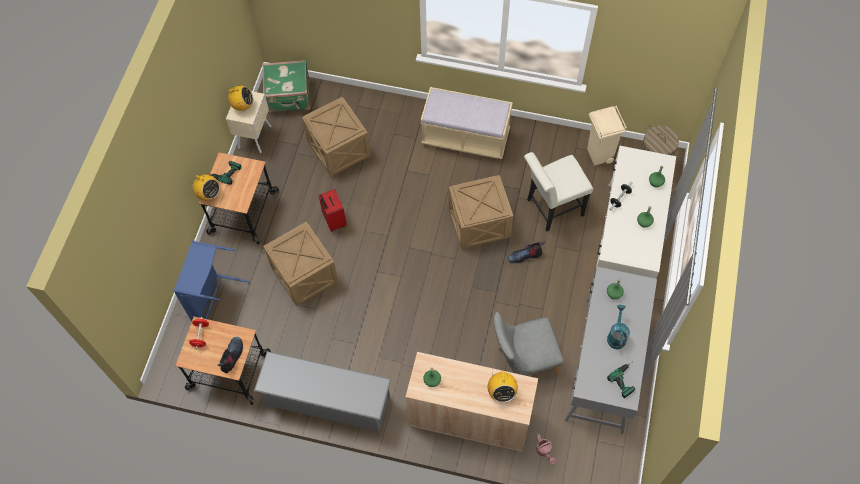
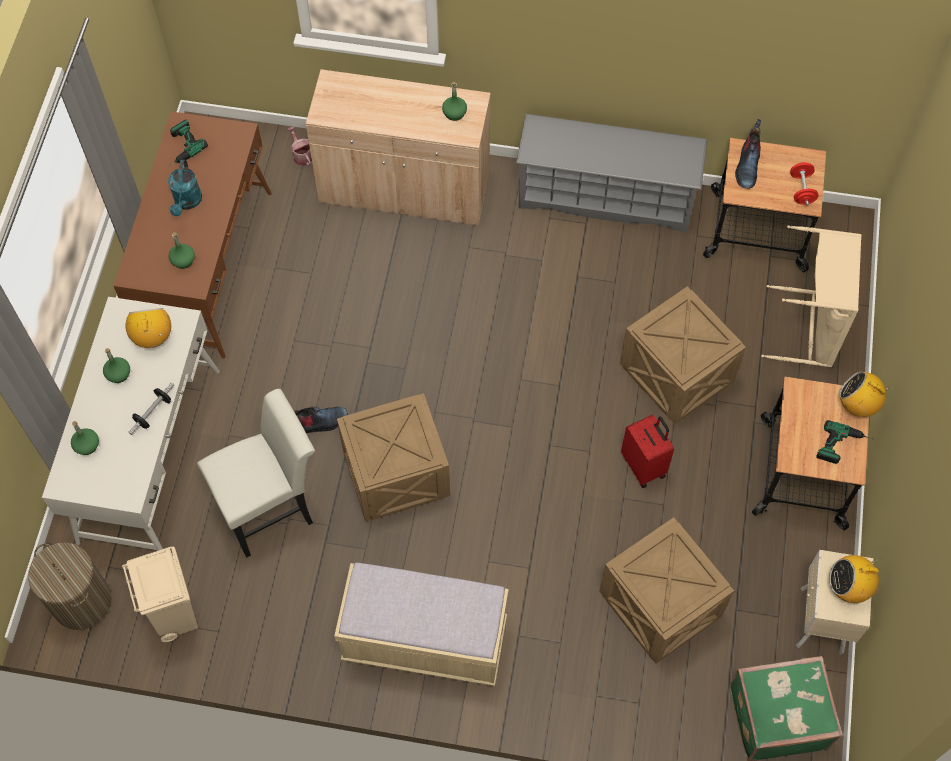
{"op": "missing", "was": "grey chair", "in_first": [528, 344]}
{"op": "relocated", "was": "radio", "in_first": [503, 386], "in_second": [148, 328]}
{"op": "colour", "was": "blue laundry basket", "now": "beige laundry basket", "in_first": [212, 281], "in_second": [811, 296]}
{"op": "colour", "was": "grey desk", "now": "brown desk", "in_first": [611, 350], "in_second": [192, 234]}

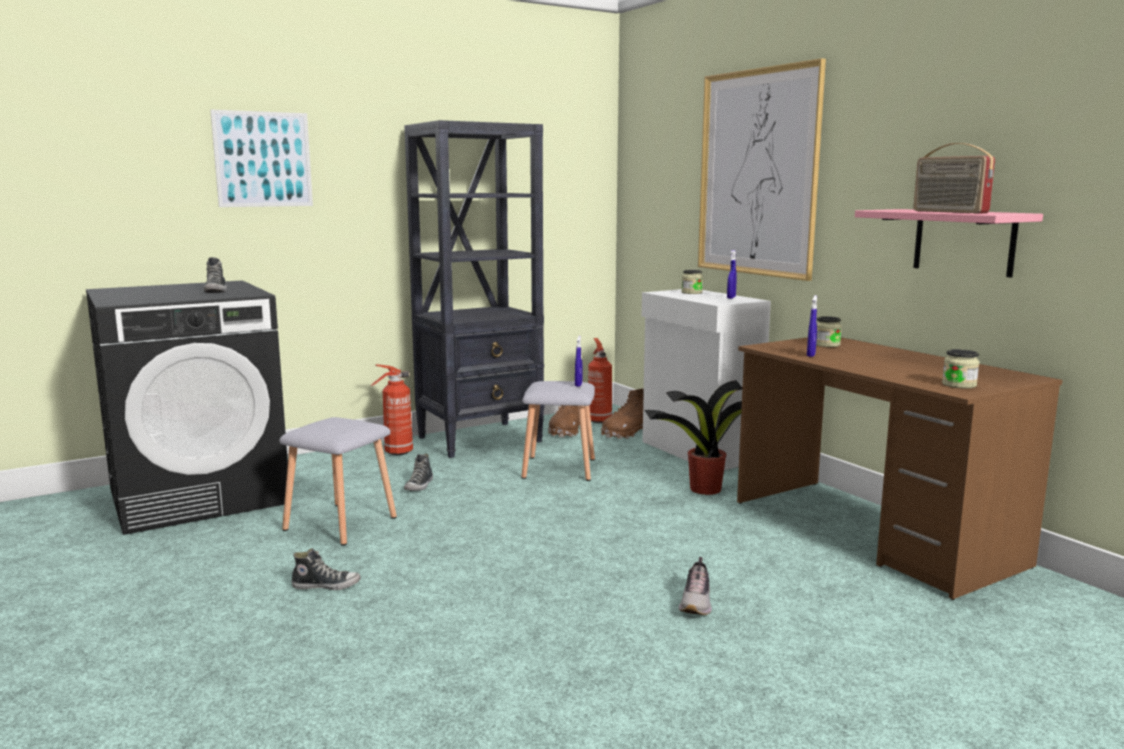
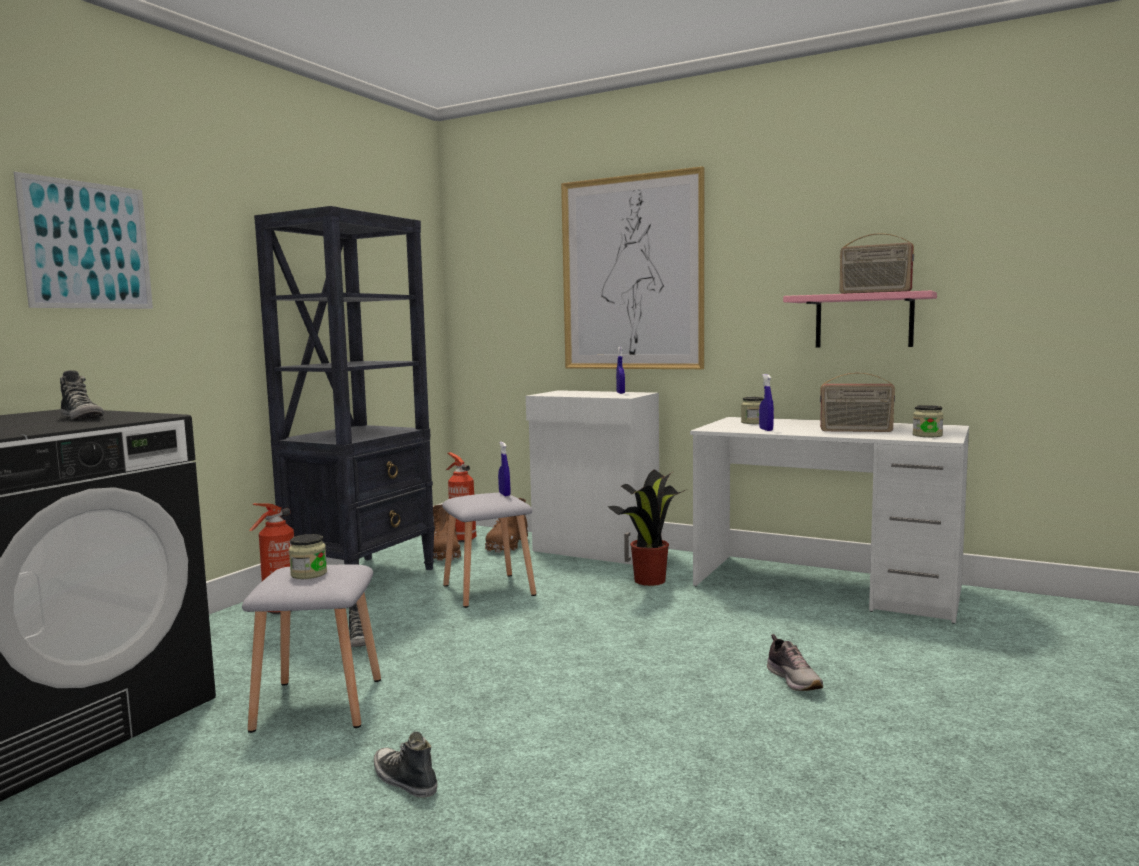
{"op": "appeared", "now": "radio", "in_second": [857, 402]}
{"op": "relocated", "was": "jar", "in_first": [692, 282], "in_second": [308, 556]}
{"op": "colour", "was": "brown desk", "now": "white desk", "in_first": [900, 468], "in_second": [829, 520]}
{"op": "spun", "was": "shoe", "in_first": [326, 569], "in_second": [405, 765], "clockwise": -105}

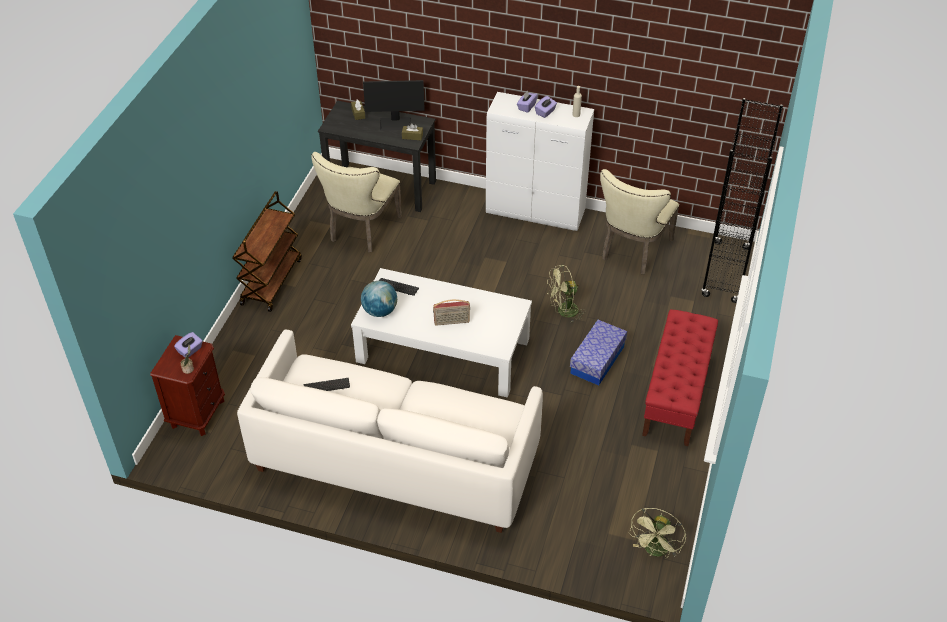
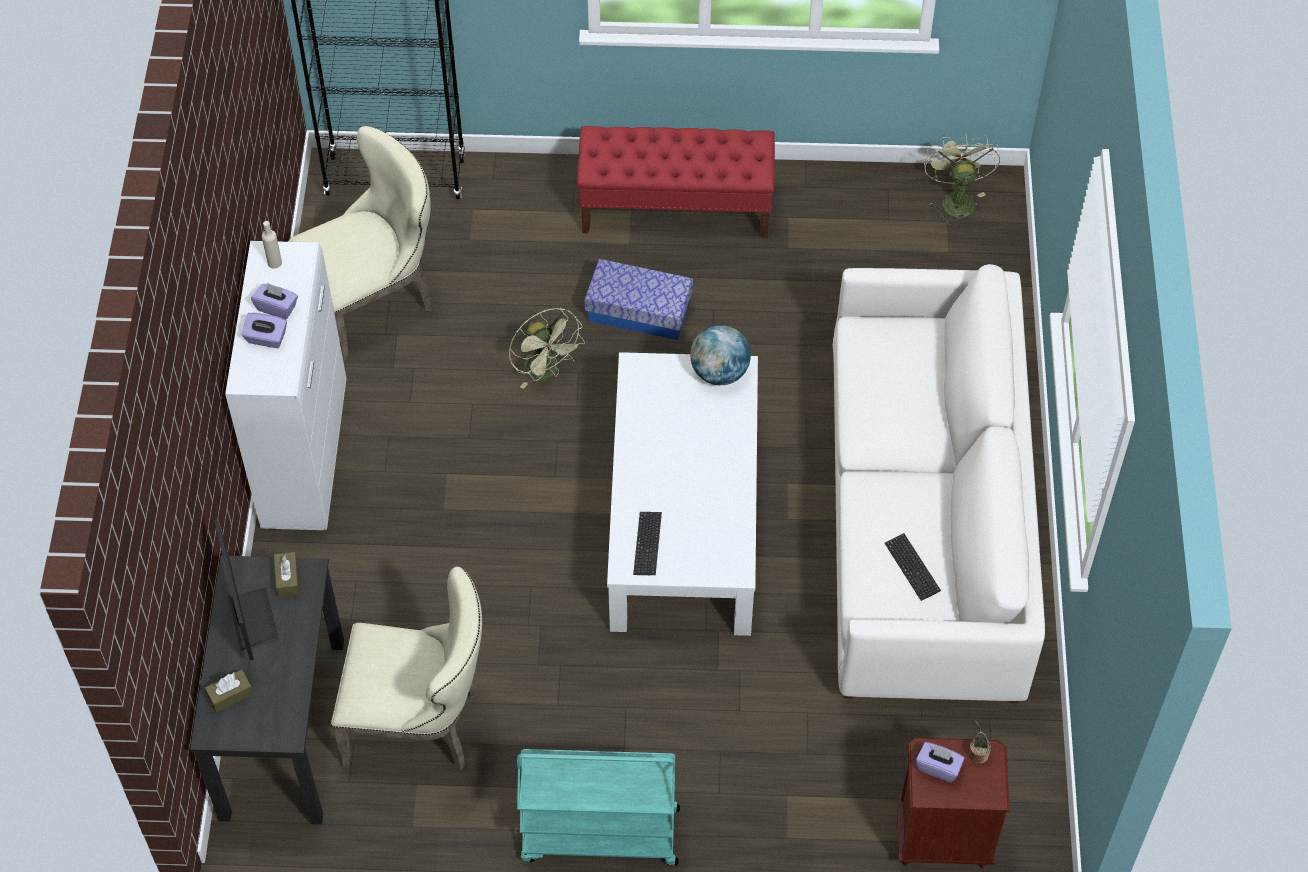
{"op": "missing", "was": "radio", "in_first": [451, 312]}
{"op": "relocated", "was": "globe", "in_first": [379, 299], "in_second": [720, 355]}
{"op": "colour", "was": "brown cart", "now": "turquoise cart", "in_first": [267, 251], "in_second": [598, 807]}
{"op": "spun", "was": "beige chair", "in_first": [639, 221], "in_second": [360, 243], "clockwise": -45}
{"op": "spun", "was": "green fan", "in_first": [657, 533], "in_second": [962, 180], "clockwise": -105}

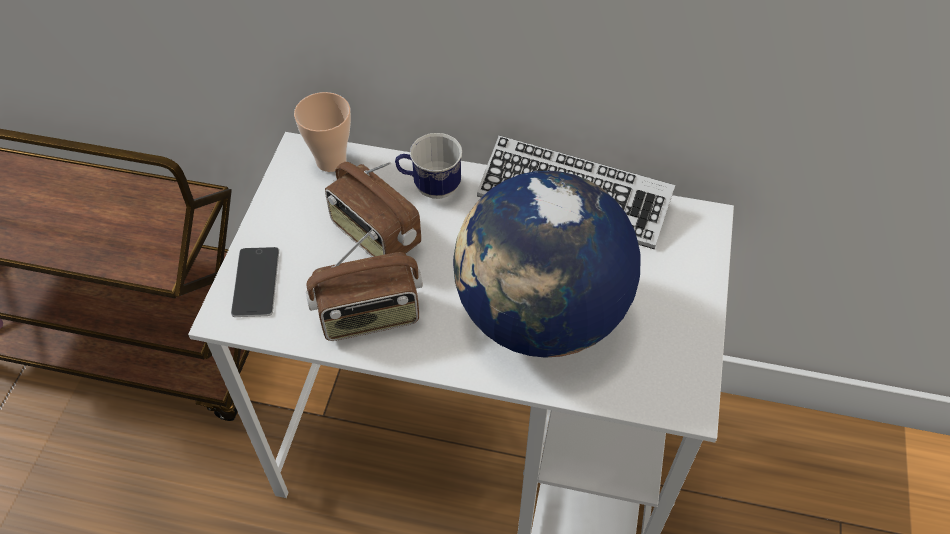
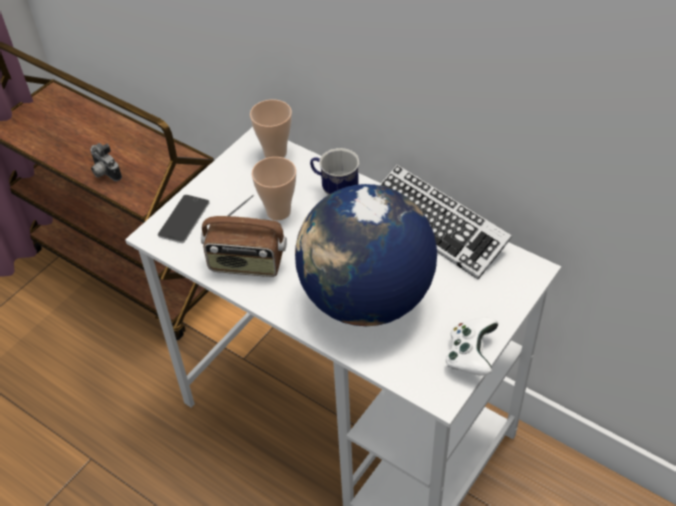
{"op": "appeared", "now": "photo camera", "in_second": [106, 162]}
{"op": "appeared", "now": "white game controller", "in_second": [472, 347]}
{"op": "exchanged", "was": "radio", "now": "cup", "in_first": [373, 209], "in_second": [273, 188]}

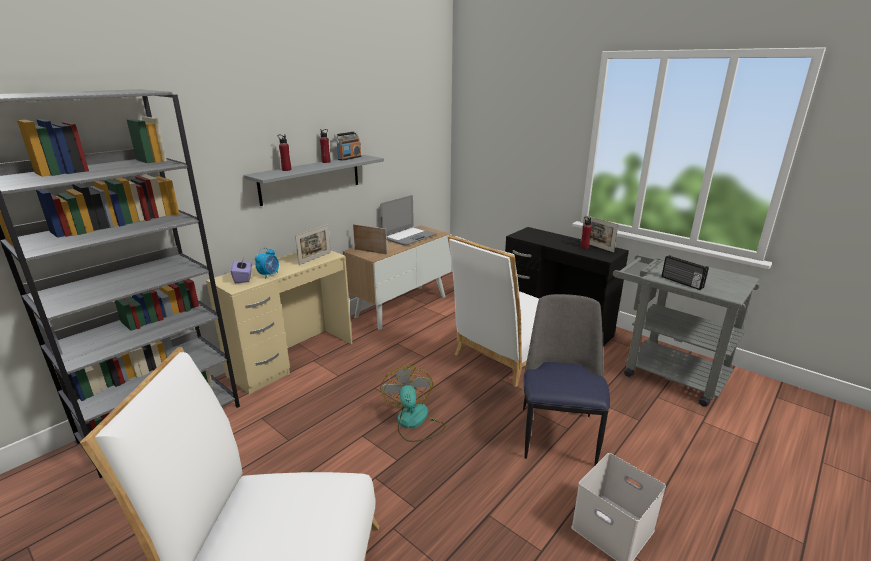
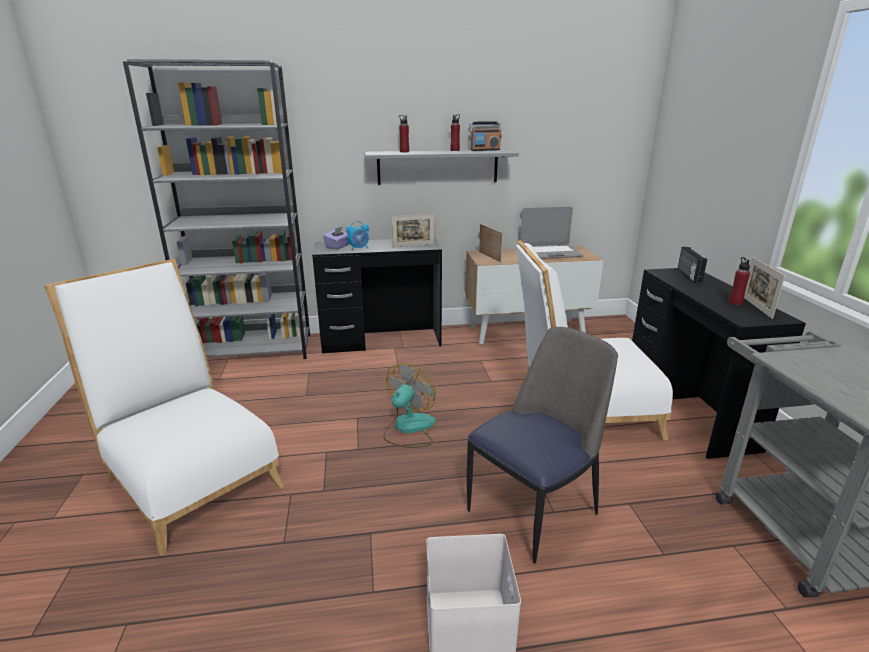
{"op": "relocated", "was": "radio", "in_first": [685, 272], "in_second": [692, 265]}
{"op": "colour", "was": "beige desk", "now": "black desk", "in_first": [279, 322], "in_second": [377, 295]}

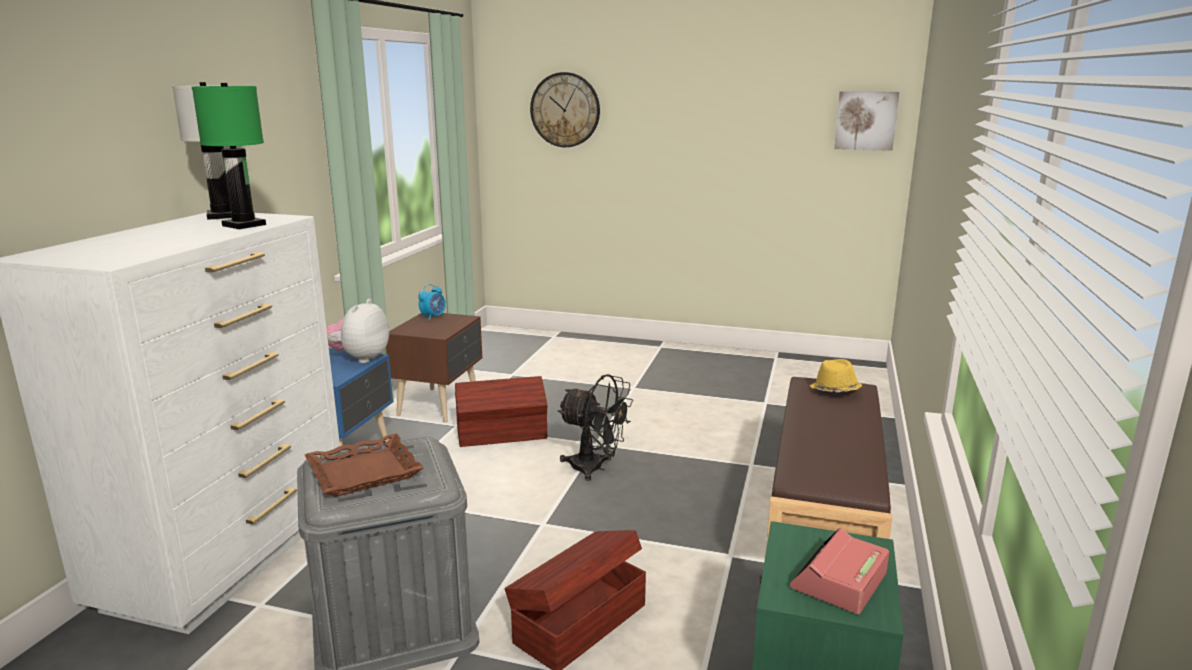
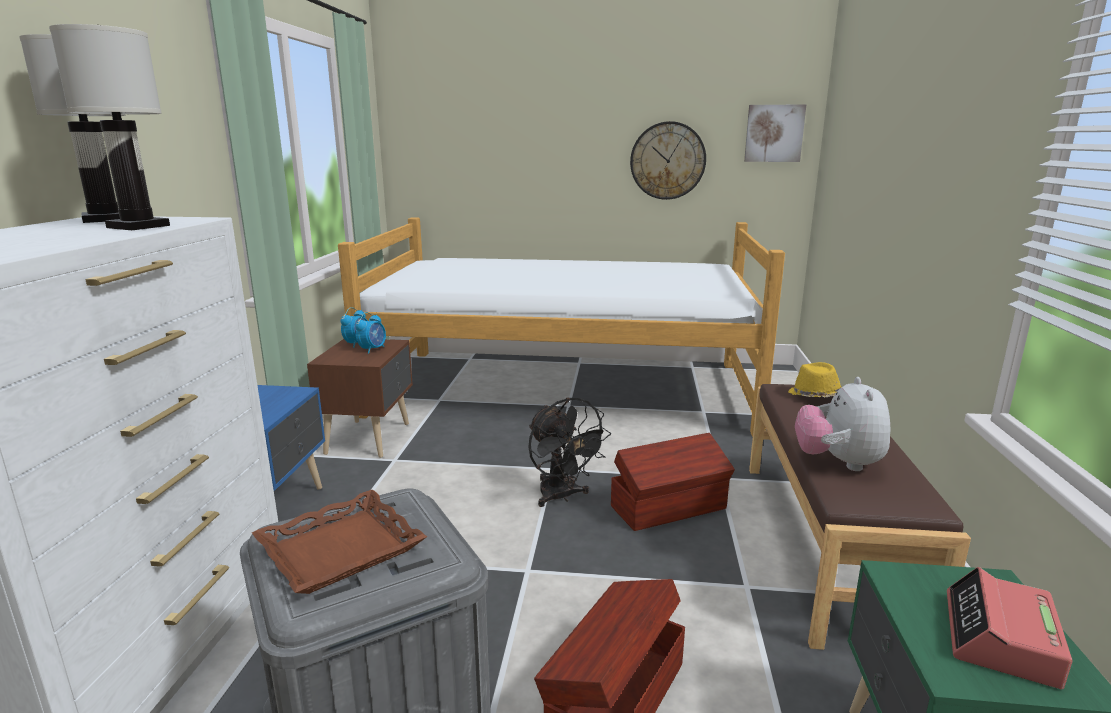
{"op": "appeared", "now": "bed", "in_second": [561, 327]}
{"op": "appeared", "now": "alarm clock", "in_second": [370, 333]}
{"op": "relocated", "was": "plush toy", "in_first": [357, 331], "in_second": [842, 424]}
{"op": "relocated", "was": "brown storage box", "in_first": [501, 411], "in_second": [673, 482]}
{"op": "relocated", "was": "wall clock", "in_first": [565, 109], "in_second": [668, 160]}
{"op": "colour", "was": "green table lamp", "now": "white table lamp", "in_first": [229, 156], "in_second": [109, 127]}
{"op": "spun", "was": "black fan", "in_first": [595, 427], "in_second": [570, 452], "clockwise": 45}

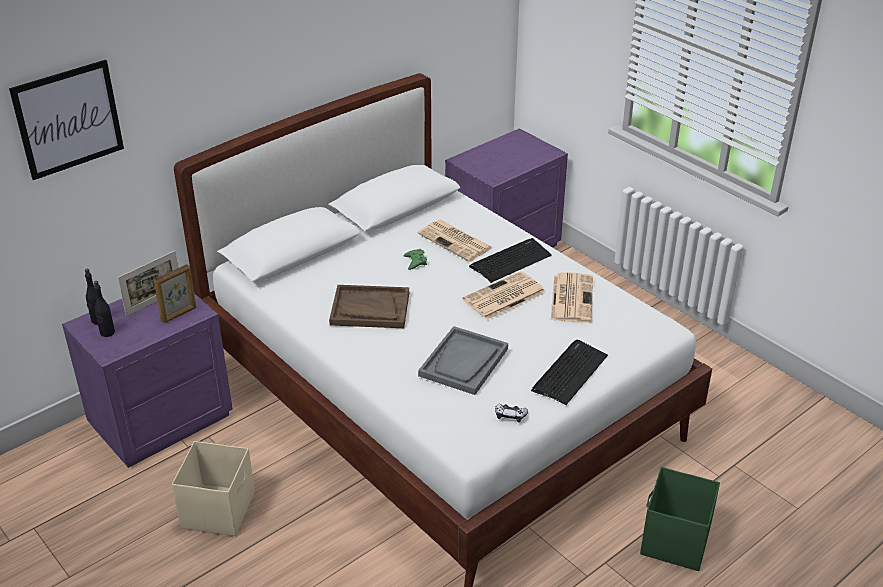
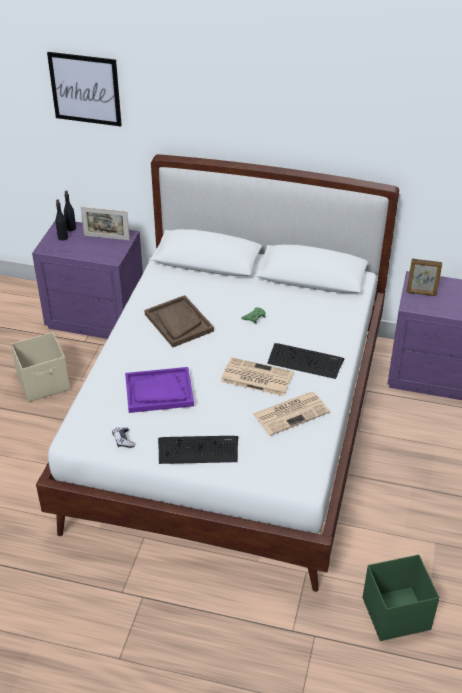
{"op": "missing", "was": "newspaper", "in_first": [455, 240]}
{"op": "relocated", "was": "picture frame", "in_first": [175, 293], "in_second": [424, 277]}
{"op": "relocated", "was": "green storage box", "in_first": [680, 519], "in_second": [401, 597]}
{"op": "colour", "was": "grey tray", "now": "purple tray", "in_first": [463, 360], "in_second": [159, 390]}

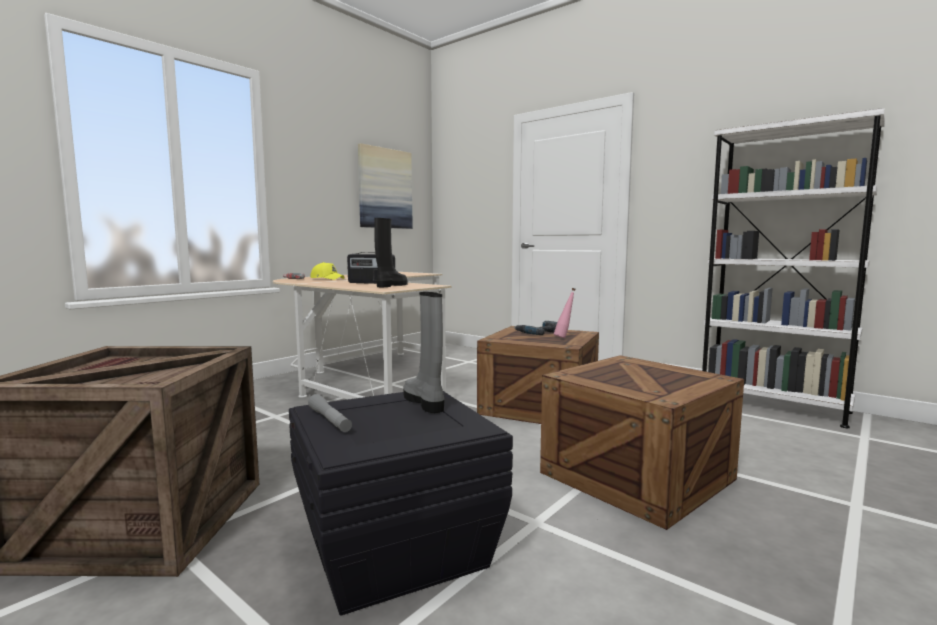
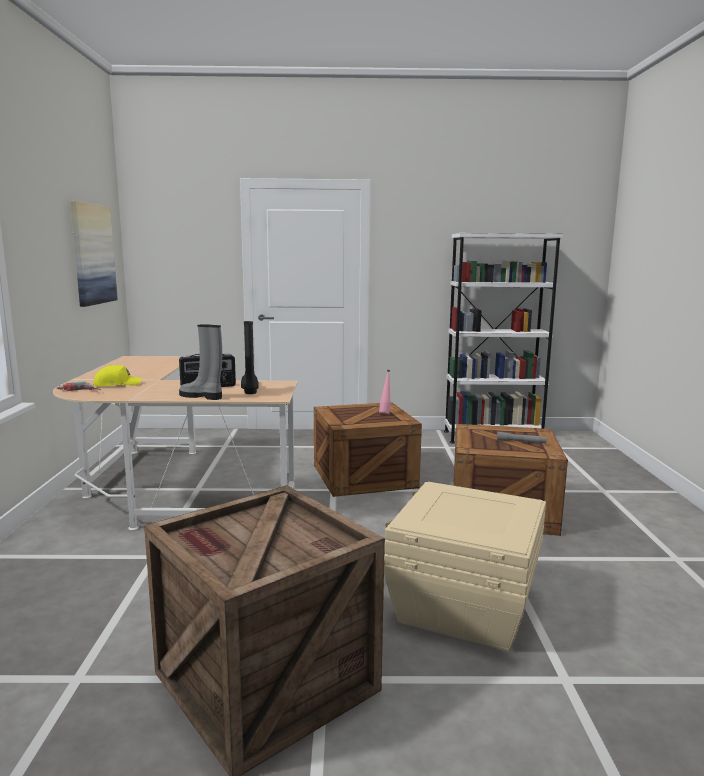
{"op": "missing", "was": "power drill", "in_first": [535, 328]}
{"op": "relocated", "was": "grey flashlight", "in_first": [330, 413], "in_second": [522, 437]}
{"op": "relocated", "was": "grey boot", "in_first": [423, 352], "in_second": [200, 362]}
{"op": "colour", "was": "black storage box", "now": "beige storage box", "in_first": [401, 503], "in_second": [465, 567]}

